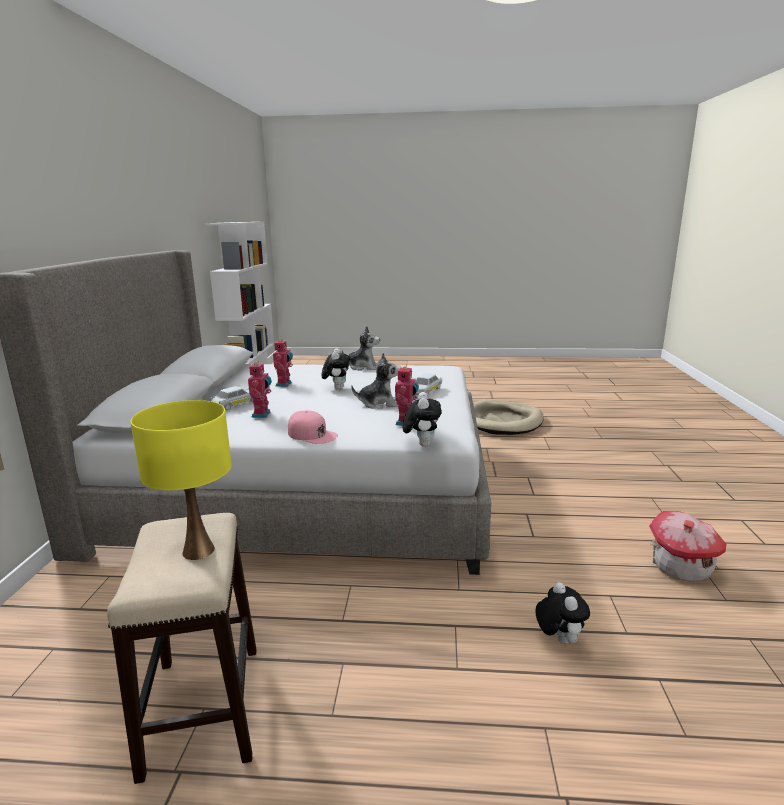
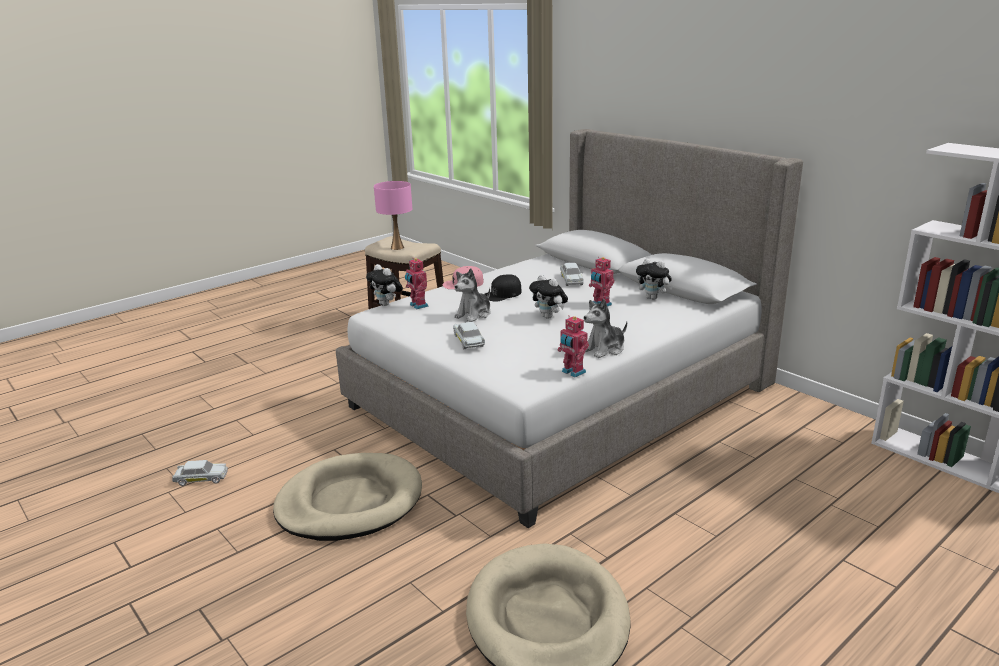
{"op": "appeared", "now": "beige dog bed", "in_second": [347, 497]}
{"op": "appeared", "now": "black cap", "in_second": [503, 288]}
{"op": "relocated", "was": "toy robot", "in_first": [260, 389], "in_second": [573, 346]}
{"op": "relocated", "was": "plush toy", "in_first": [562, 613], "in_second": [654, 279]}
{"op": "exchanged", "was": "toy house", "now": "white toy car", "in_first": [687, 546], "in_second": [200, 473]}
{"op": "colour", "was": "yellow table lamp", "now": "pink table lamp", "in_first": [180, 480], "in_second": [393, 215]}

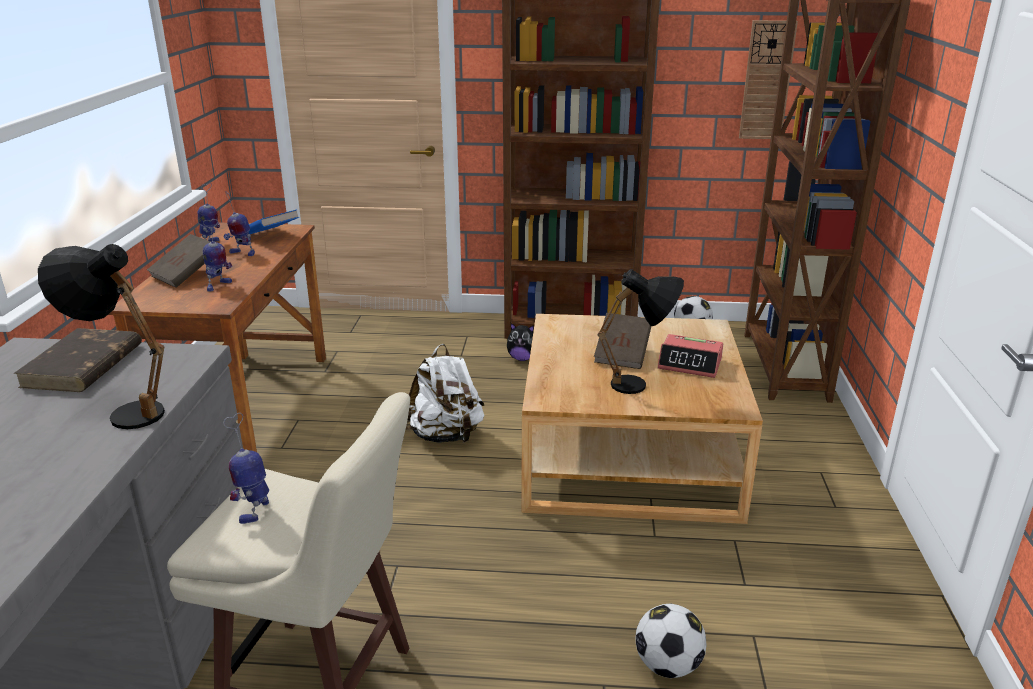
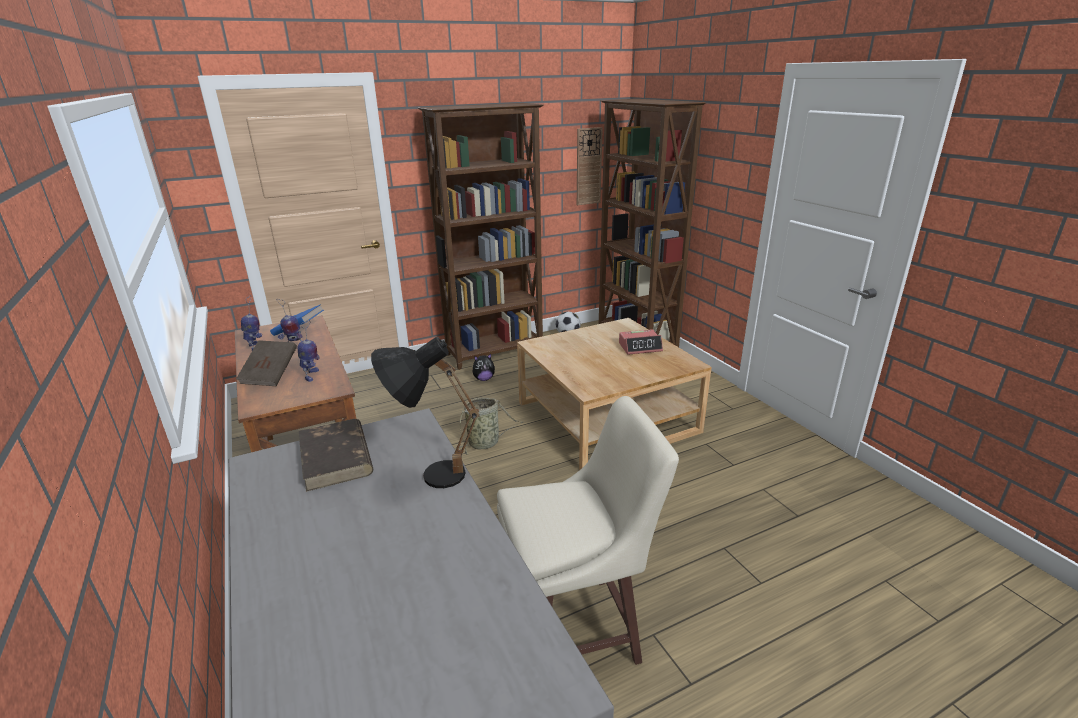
{"op": "missing", "was": "toy robot", "in_first": [246, 468]}
{"op": "missing", "was": "brown book", "in_first": [623, 341]}
{"op": "missing", "was": "black table lamp", "in_first": [641, 331]}
{"op": "missing", "was": "football", "in_first": [671, 641]}
{"op": "exchanged", "was": "white backpack", "now": "basket", "in_first": [445, 393], "in_second": [489, 426]}

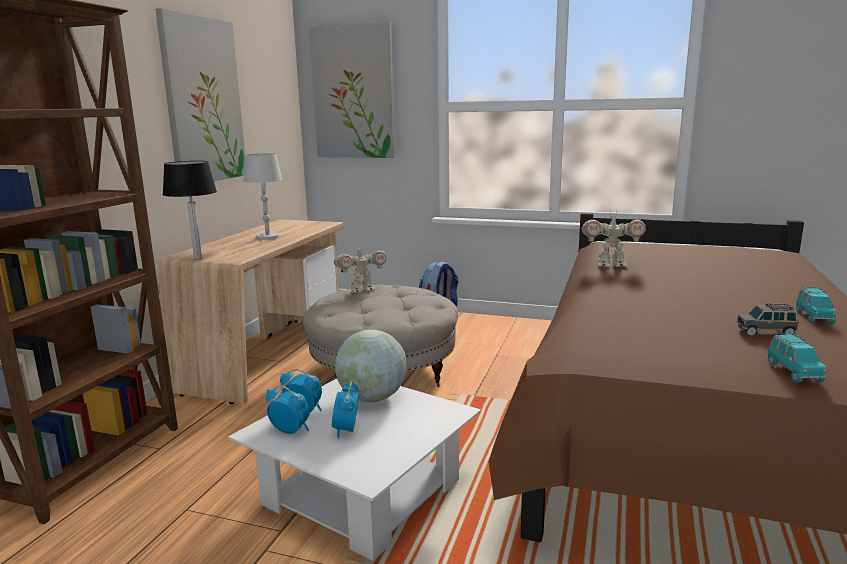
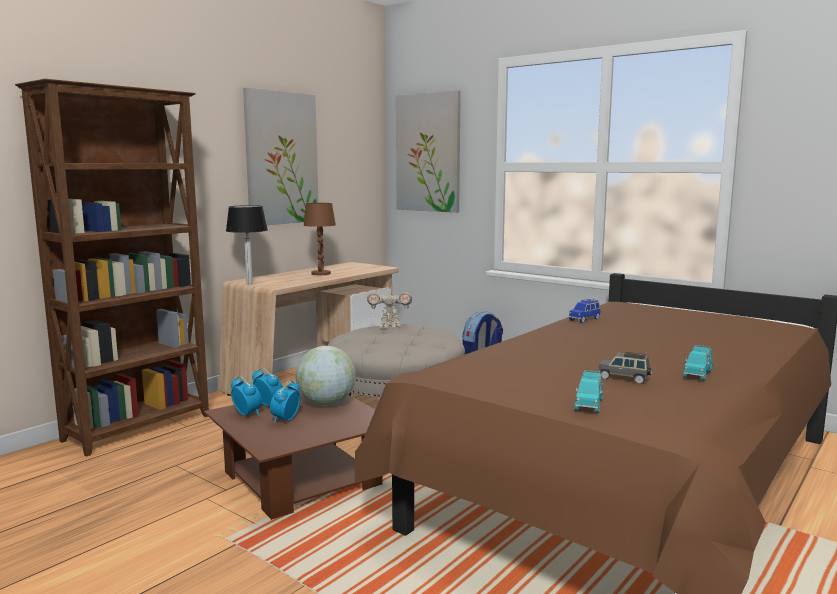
{"op": "exchanged", "was": "toy robot", "now": "blue toy car", "in_first": [614, 238], "in_second": [585, 311]}
{"op": "colour", "was": "white coffee table", "now": "brown coffee table", "in_first": [354, 470], "in_second": [293, 455]}
{"op": "colour", "was": "white table lamp", "now": "brown table lamp", "in_first": [262, 196], "in_second": [320, 239]}

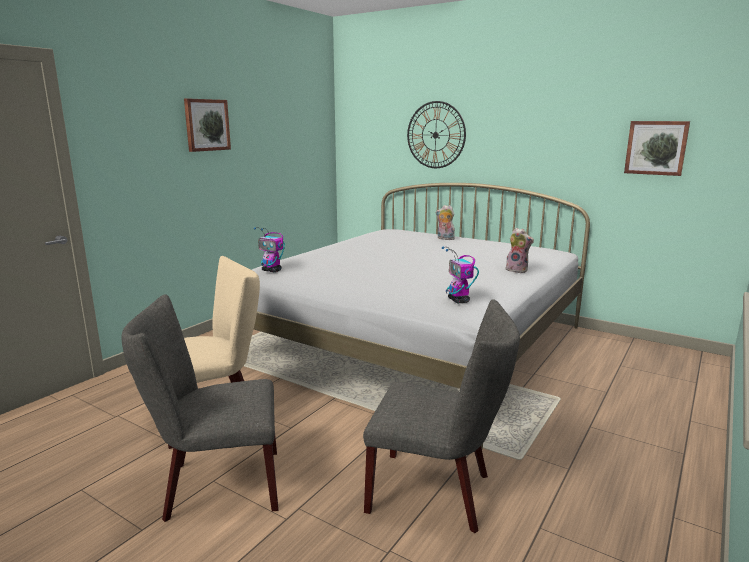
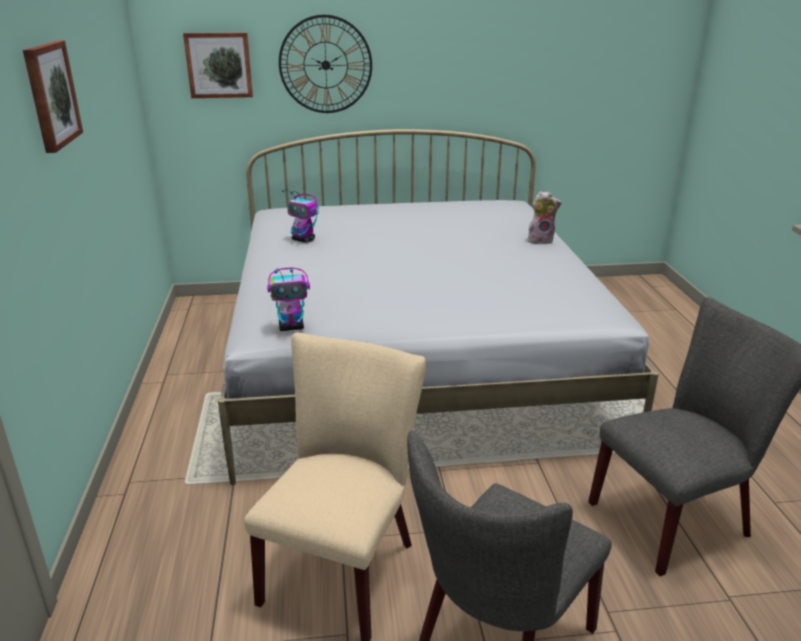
{"op": "missing", "was": "plush toy", "in_first": [445, 222]}
{"op": "relocated", "was": "toy robot", "in_first": [460, 274], "in_second": [300, 216]}
{"op": "relocated", "was": "picture", "in_first": [657, 148], "in_second": [218, 65]}

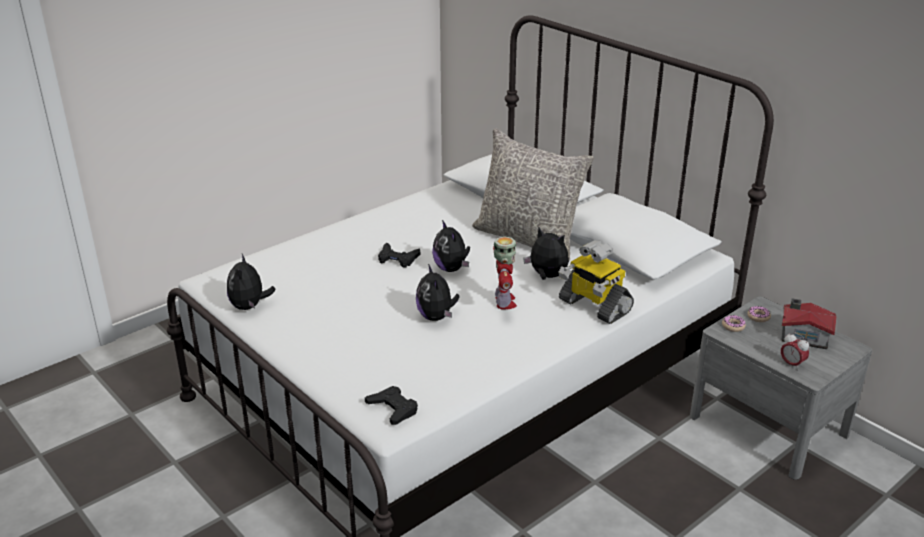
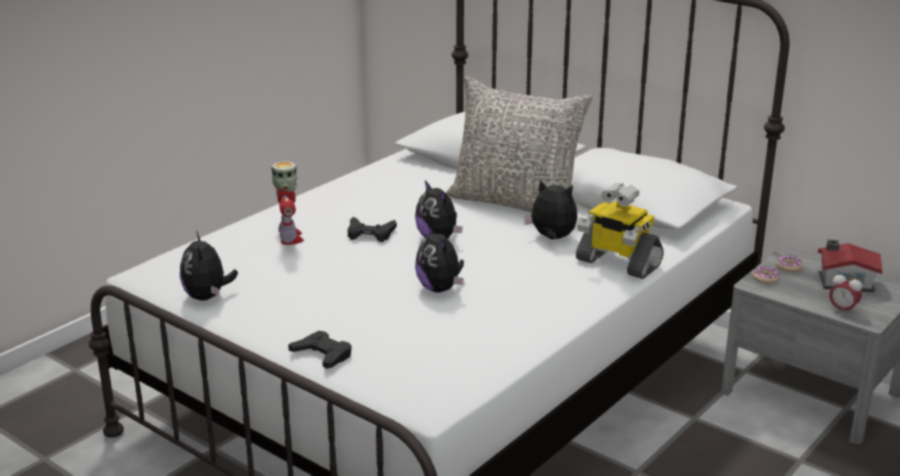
{"op": "relocated", "was": "black game controller", "in_first": [391, 405], "in_second": [320, 350]}
{"op": "relocated", "was": "toy robot", "in_first": [505, 273], "in_second": [287, 203]}

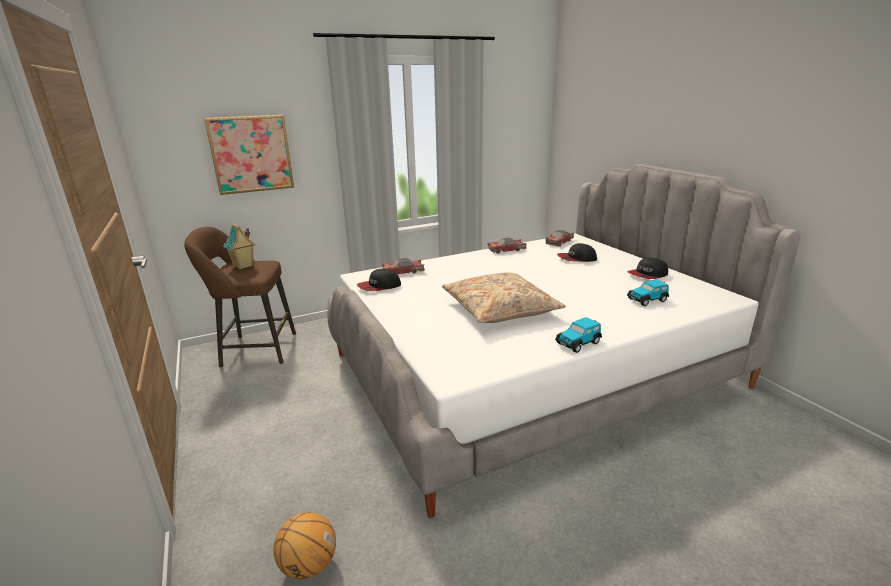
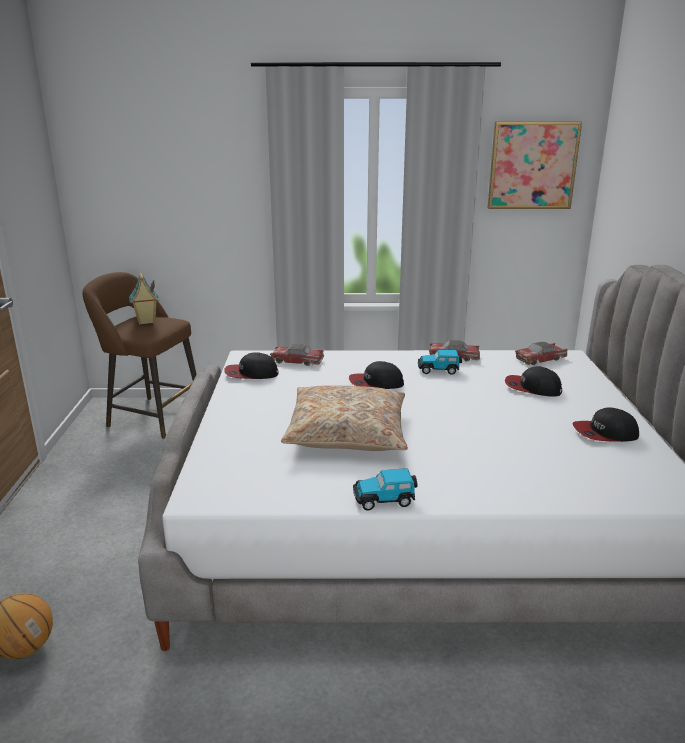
{"op": "appeared", "now": "cap", "in_second": [376, 375]}
{"op": "relocated", "was": "picture", "in_first": [249, 155], "in_second": [535, 165]}
{"op": "relocated", "was": "toy car", "in_first": [648, 292], "in_second": [440, 362]}

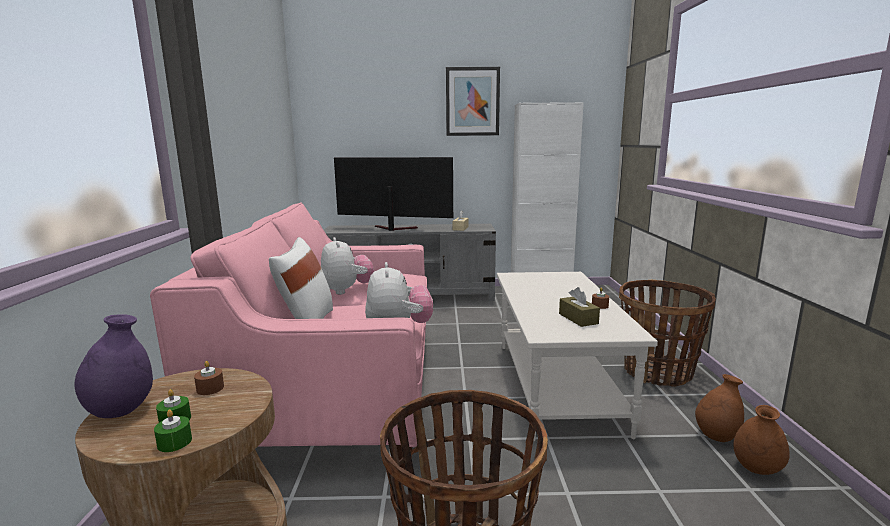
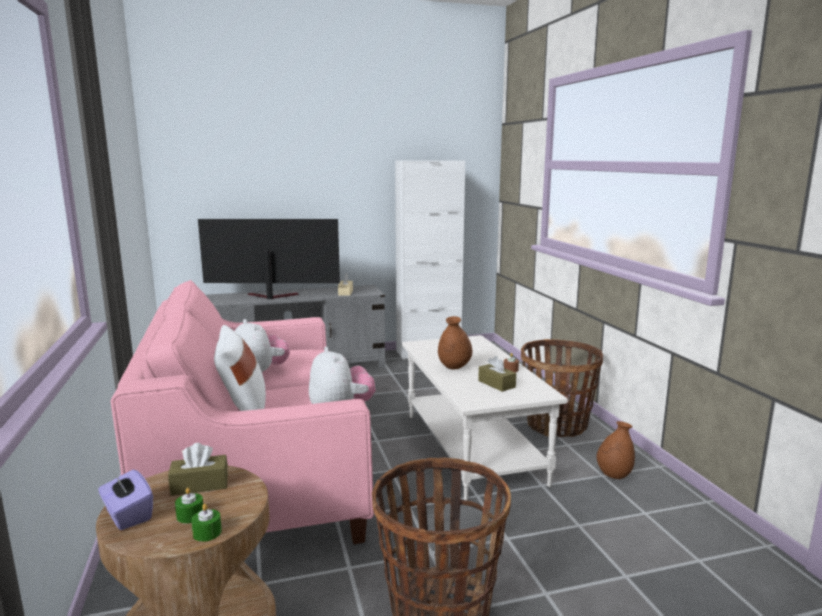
{"op": "missing", "was": "picture", "in_first": [473, 101]}
{"op": "relocated", "was": "brown vase", "in_first": [761, 440], "in_second": [455, 342]}
{"op": "exchanged", "was": "purple vase", "now": "purple tissue box", "in_first": [114, 366], "in_second": [125, 500]}
{"op": "exchanged", "was": "brown candle", "now": "brown tissue box", "in_first": [209, 378], "in_second": [198, 469]}

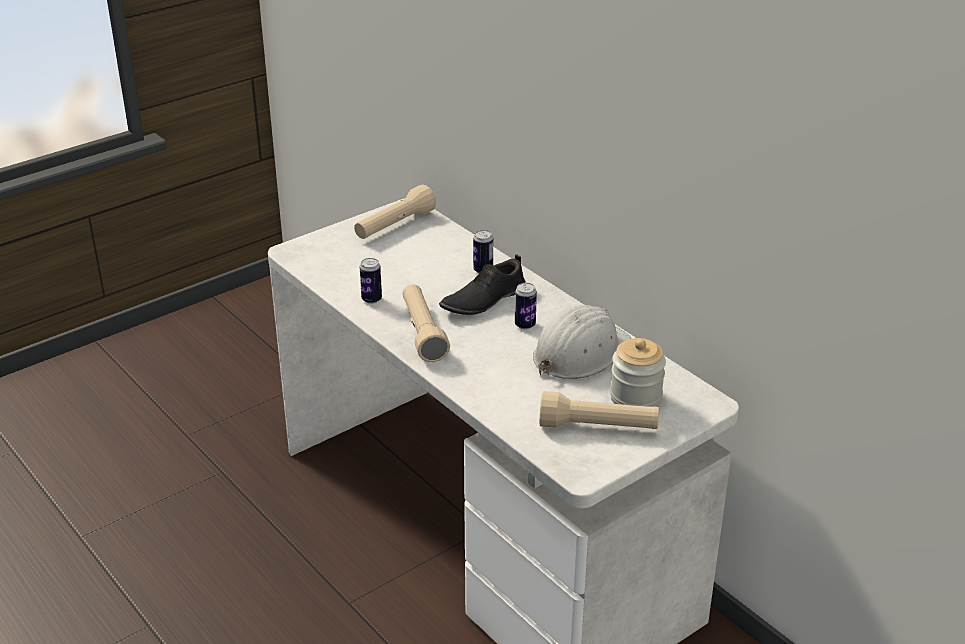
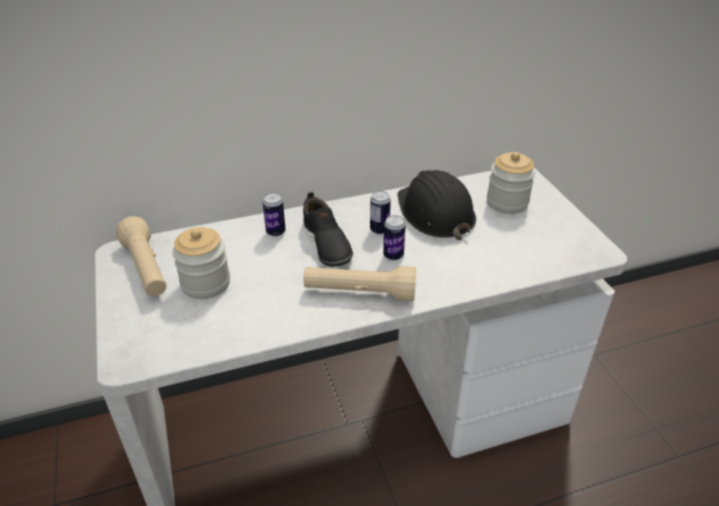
{"op": "missing", "was": "beige flashlight", "in_first": [599, 410]}
{"op": "appeared", "now": "jar", "in_second": [201, 263]}
{"op": "relocated", "was": "can", "in_first": [371, 281], "in_second": [394, 238]}
{"op": "colour", "was": "white hard hat", "now": "black hard hat", "in_first": [582, 342], "in_second": [436, 205]}

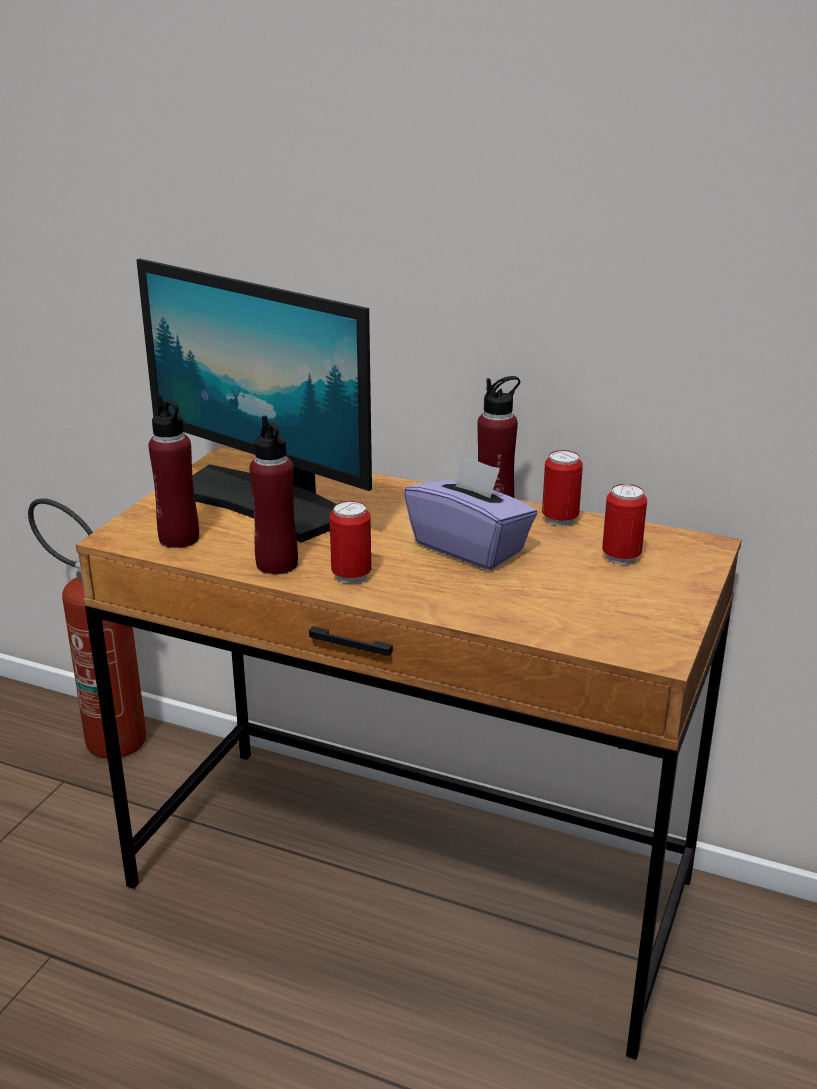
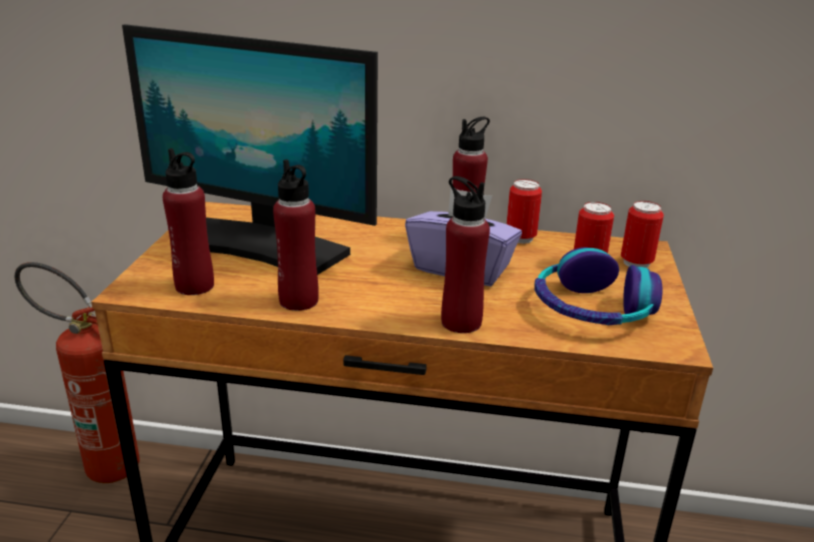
{"op": "appeared", "now": "red bottle", "in_second": [465, 254]}
{"op": "appeared", "now": "headphones", "in_second": [598, 286]}
{"op": "relocated", "was": "can", "in_first": [350, 542], "in_second": [642, 234]}

